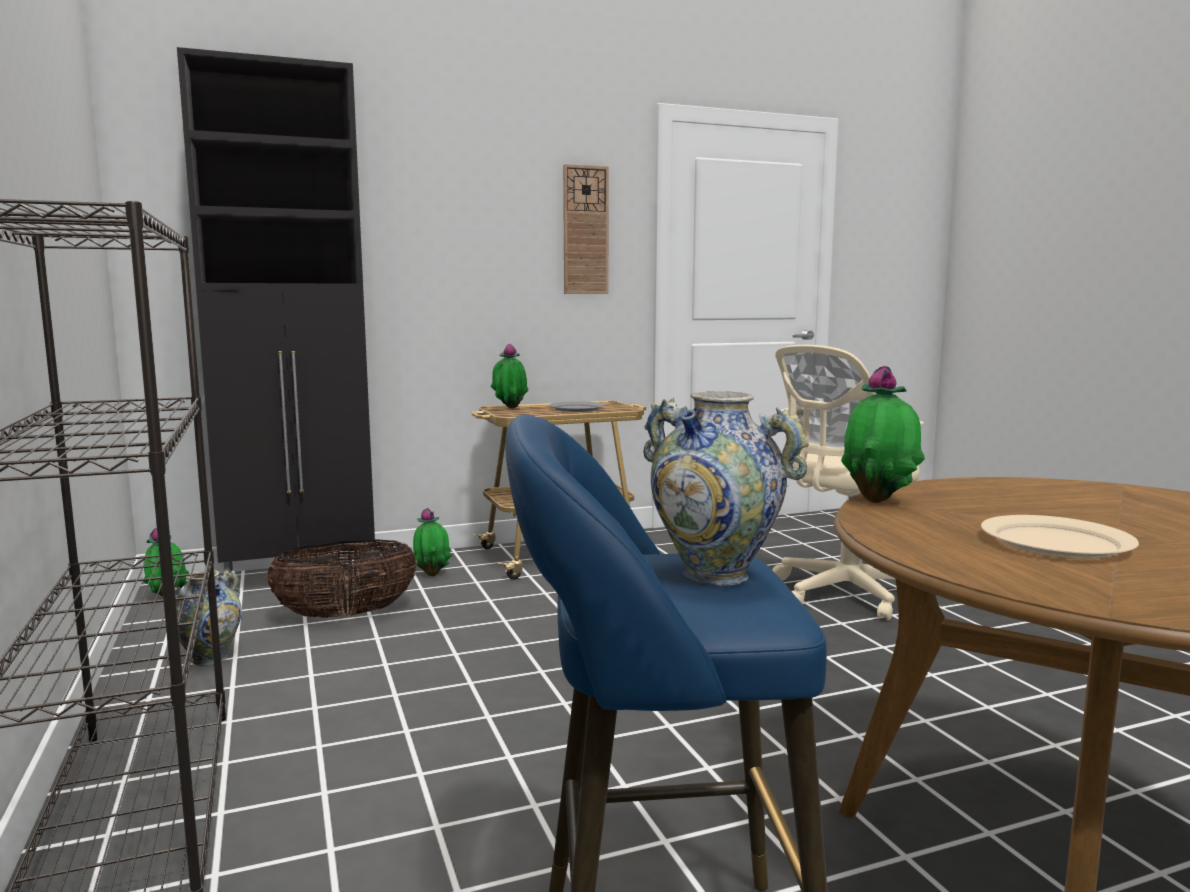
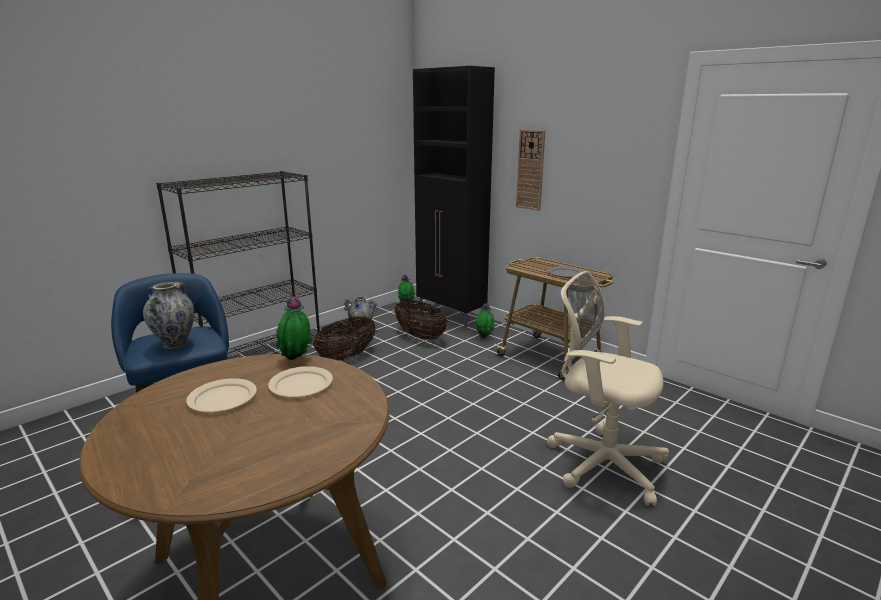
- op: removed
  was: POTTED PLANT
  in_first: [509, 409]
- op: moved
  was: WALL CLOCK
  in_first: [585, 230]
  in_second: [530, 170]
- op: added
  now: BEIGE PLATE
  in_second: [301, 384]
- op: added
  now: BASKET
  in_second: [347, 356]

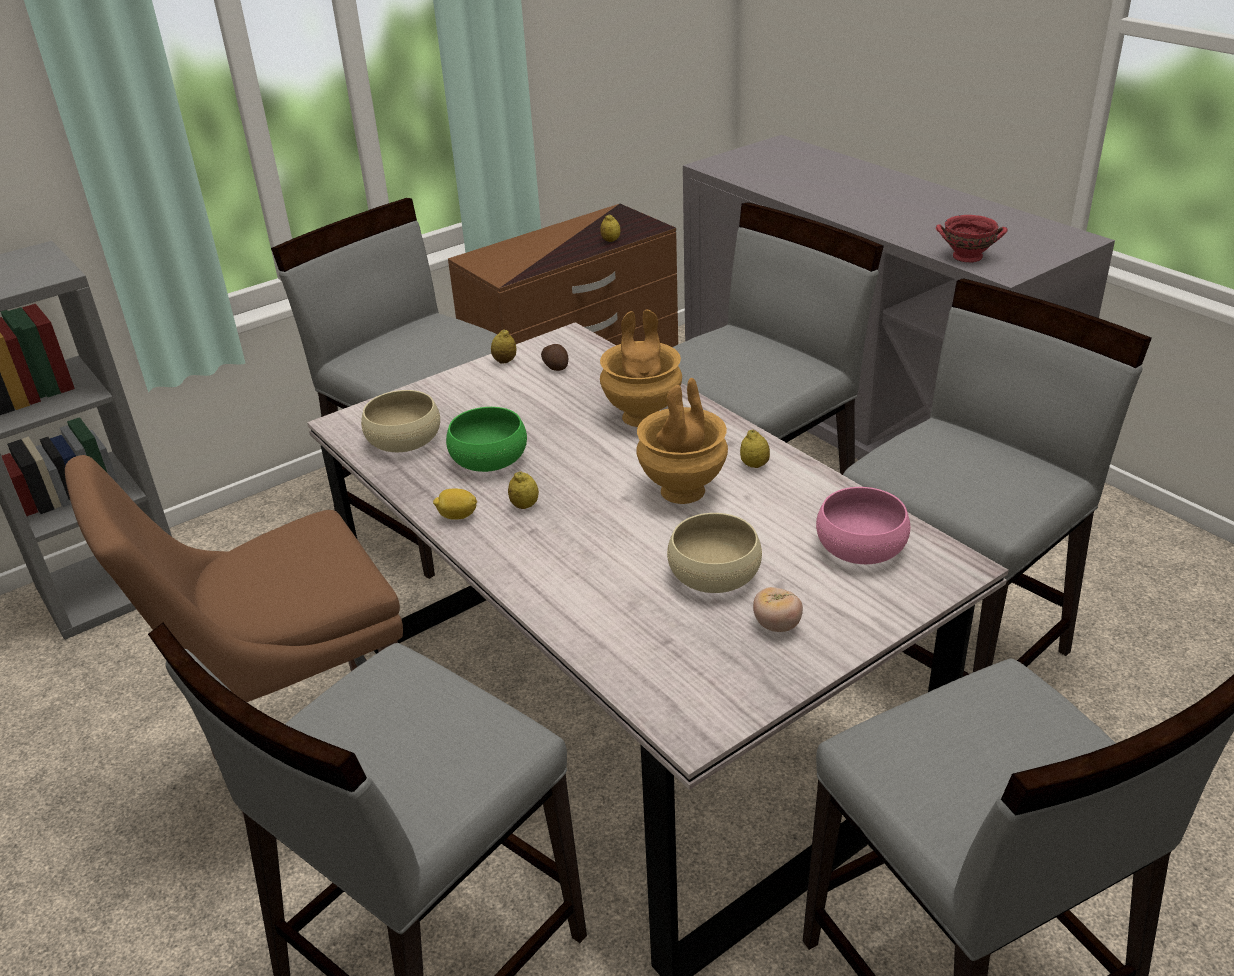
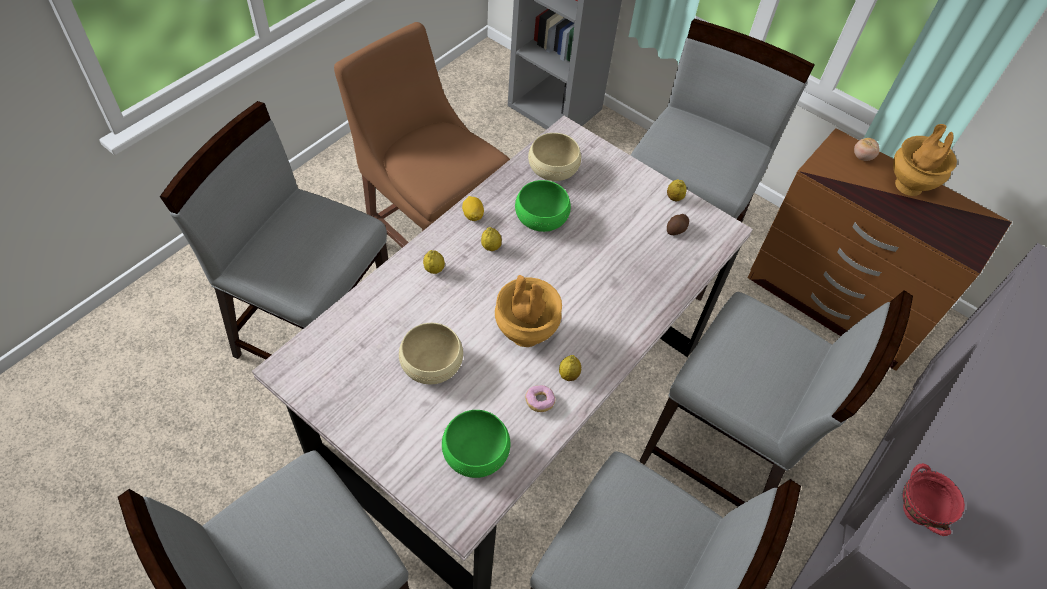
- op: moved
  was: LEMON
  in_first: [610, 241]
  in_second: [434, 269]
- op: moved
  was: BROWN VASE
  in_first: [643, 416]
  in_second: [909, 186]
- op: moved
  was: TOMATO
  in_first: [777, 625]
  in_second: [862, 157]
- op: recoloured
  was: PINK BOWL
  now: GREEN BOWL
  in_first: [861, 547]
  in_second: [475, 452]
- op: added
  now: DONUT
  in_second: [539, 401]

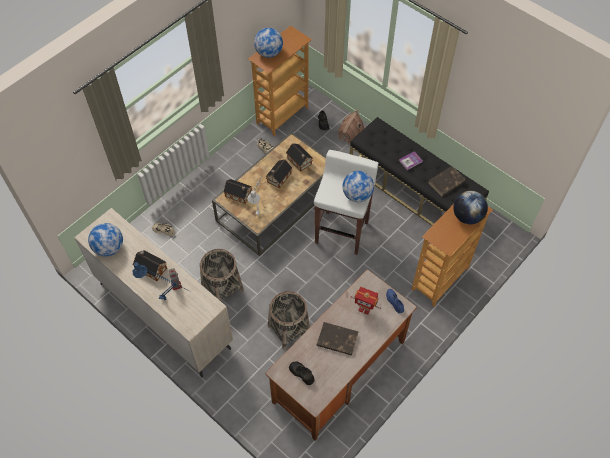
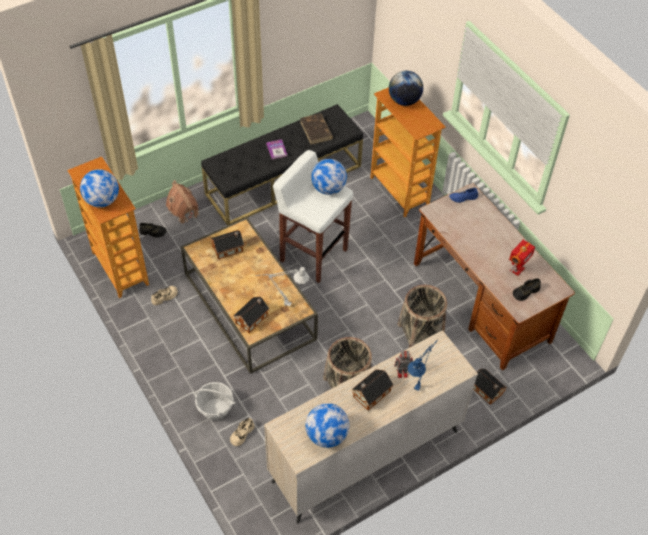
- op: moved
  was: TOY HOUSE
  in_first: [278, 178]
  in_second: [487, 391]
- op: removed
  was: BROWN BOOK
  in_first: [337, 340]
- op: moved
  was: TOY ROBOT
  in_first: [364, 309]
  in_second: [517, 270]
- op: added
  now: BASKET
  in_second: [215, 409]

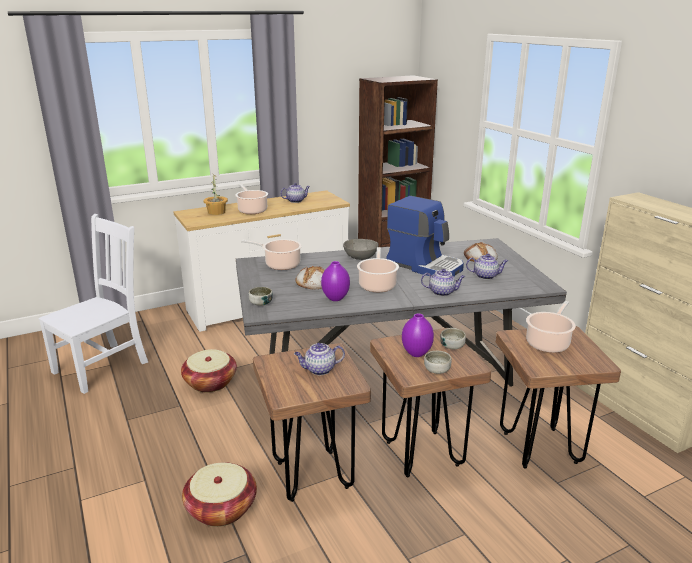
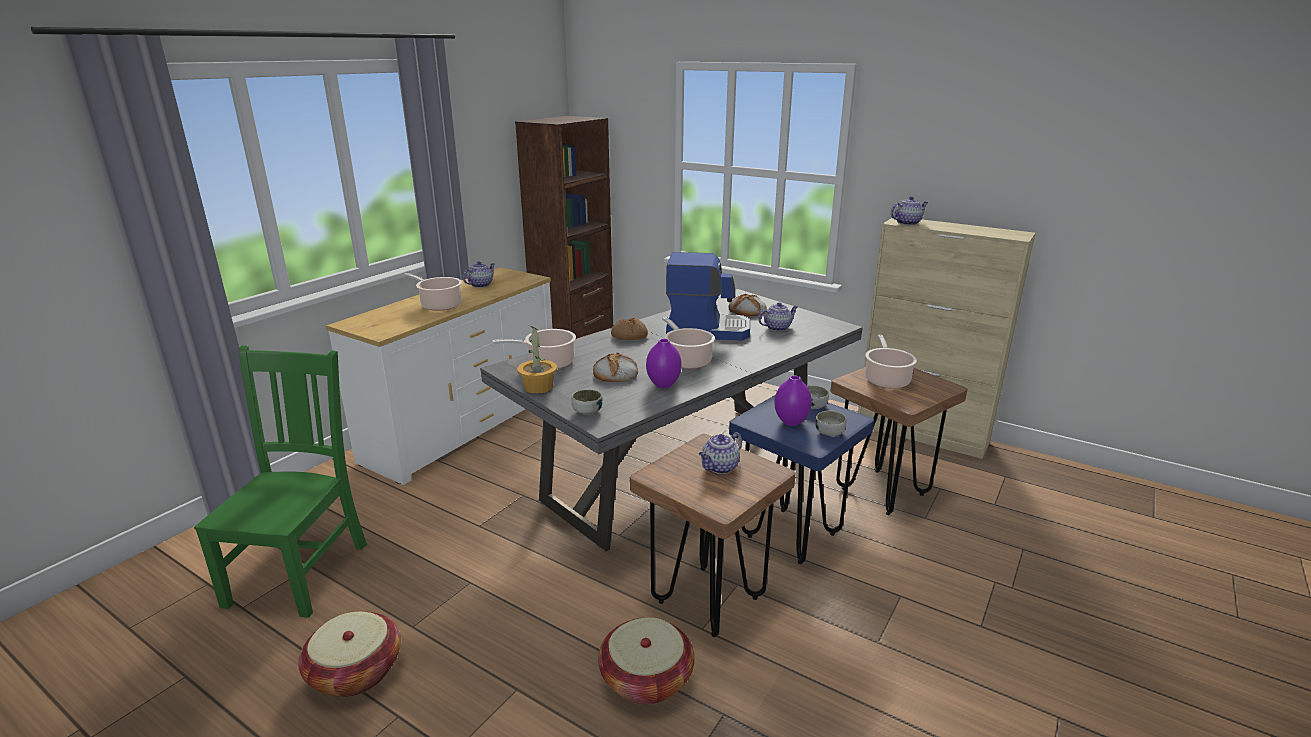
- op: recoloured
  was: WHITE CHAIR
  now: GREEN CHAIR
  in_first: [103, 366]
  in_second: [301, 571]
- op: moved
  was: BASKET
  in_first: [210, 382]
  in_second: [355, 672]
- op: moved
  was: POTTED PLANT
  in_first: [216, 212]
  in_second: [538, 387]
- op: replaced
  was: GREY BOWL
  now: BREAD
  in_first: [360, 258]
  in_second: [629, 336]
- op: recoloured
  was: BROWN STOOL
  now: BLUE STOOL
  in_first: [421, 454]
  in_second: [791, 535]
- op: moved
  was: TEAPOT
  in_first: [442, 292]
  in_second: [907, 223]

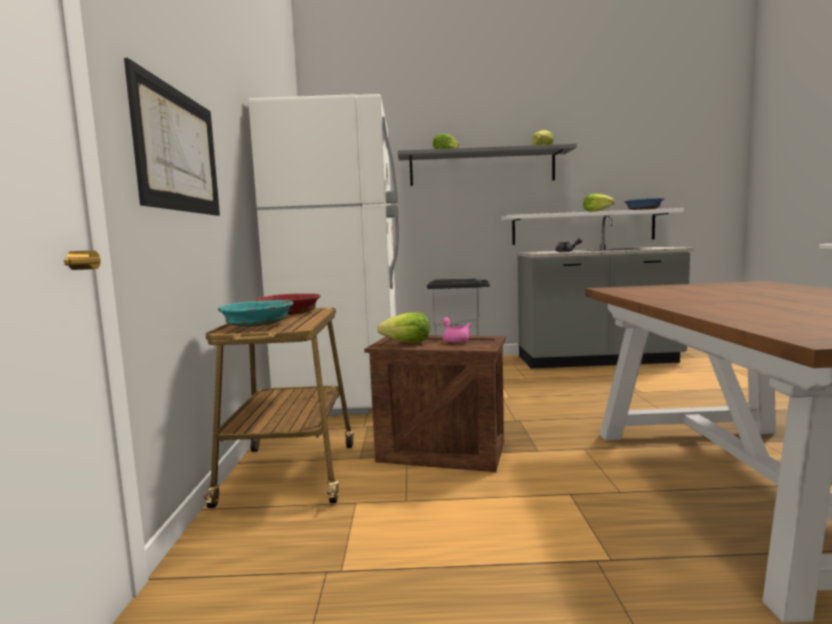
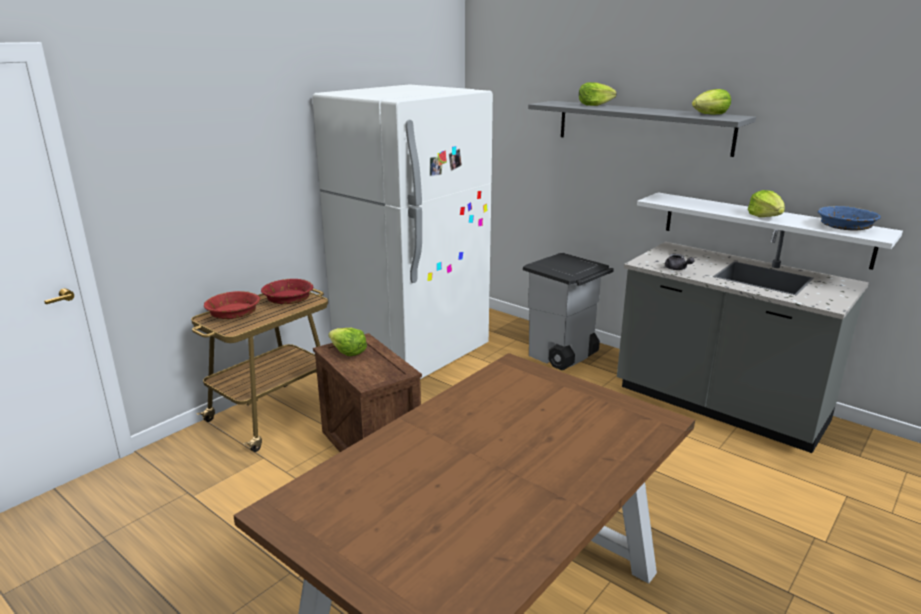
- op: removed
  was: PICTURE
  in_first: [179, 151]
- op: recoloured
  was: TURQUOISE BOWL
  now: RED BOWL
  in_first: [257, 324]
  in_second: [234, 314]
- op: removed
  was: PINK TEAPOT
  in_first: [454, 340]

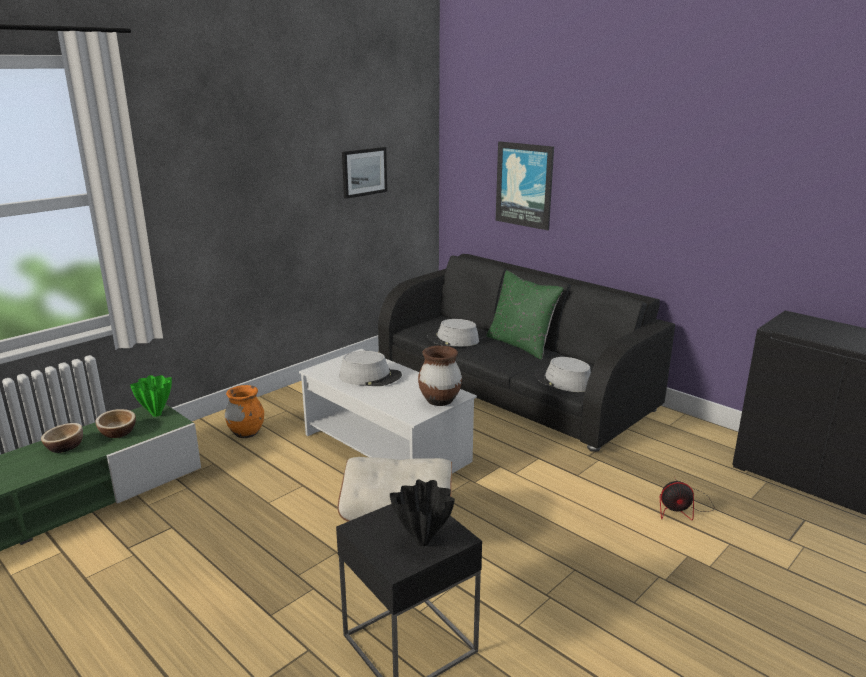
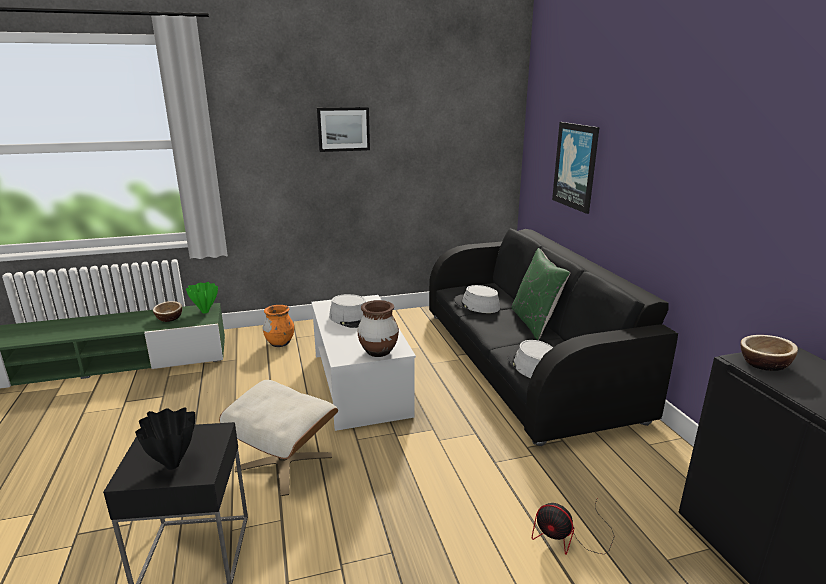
- op: moved
  was: BOWL
  in_first: [65, 447]
  in_second: [764, 364]
- op: moved
  was: PICTURE
  in_first: [364, 172]
  in_second: [343, 129]

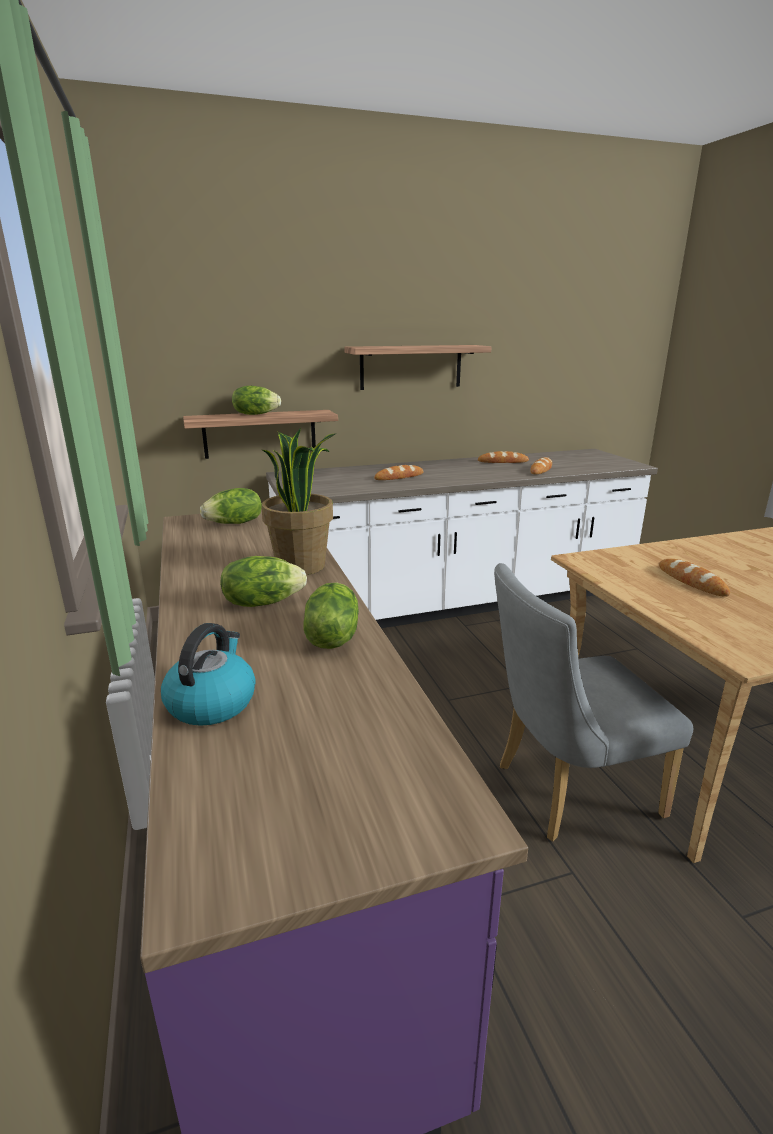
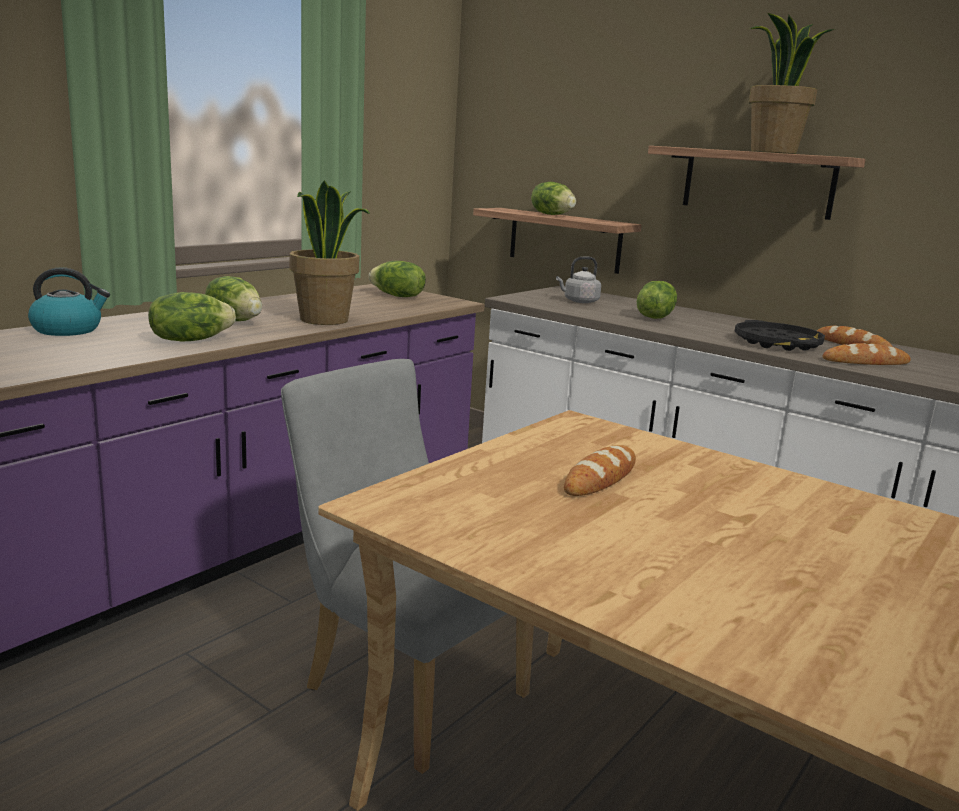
- op: replaced
  was: BREAD
  now: LETTUCE
  in_first: [399, 477]
  in_second: [654, 317]
- op: added
  now: GREY KETTLE
  in_second: [579, 301]
- op: added
  now: BLACK TRAY
  in_second: [777, 343]
- op: added
  now: POTTED PLANT
  in_second: [773, 152]

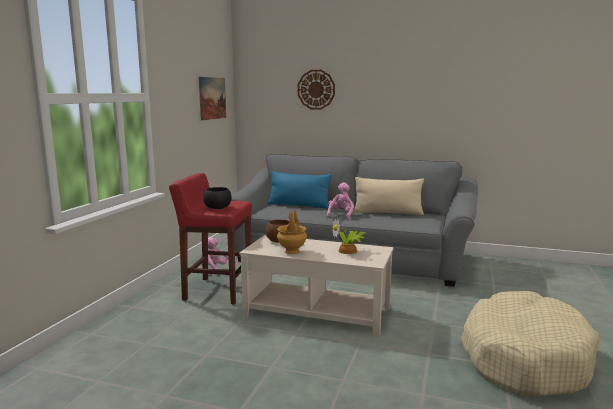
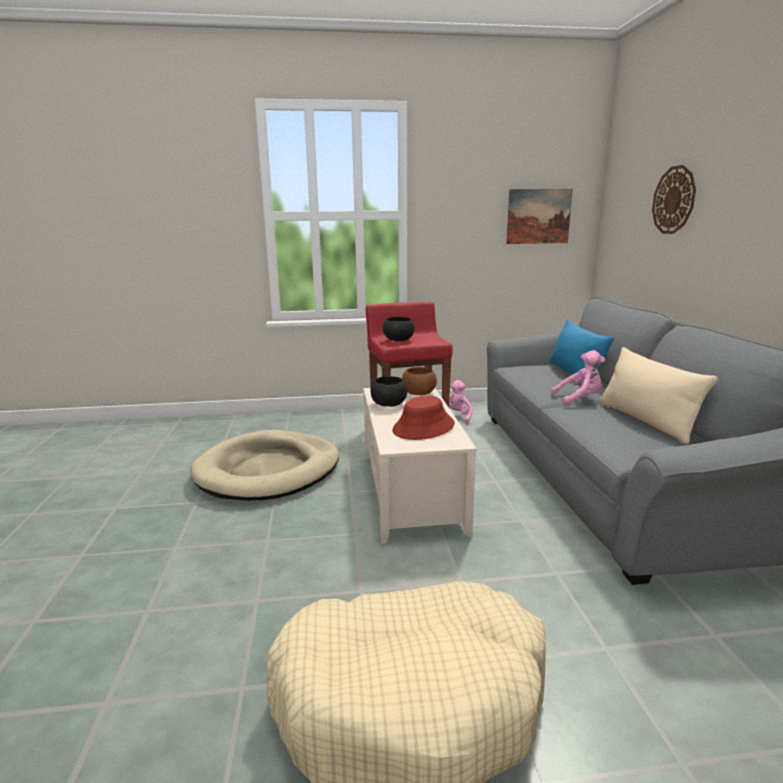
- op: replaced
  was: BROWN VASE
  now: BLACK BOWL
  in_first: [292, 252]
  in_second: [388, 404]
- op: replaced
  was: POTTED PLANT
  now: RED HAT
  in_first: [349, 251]
  in_second: [423, 427]
- op: added
  now: BEIGE DOG BED
  in_second: [268, 470]

